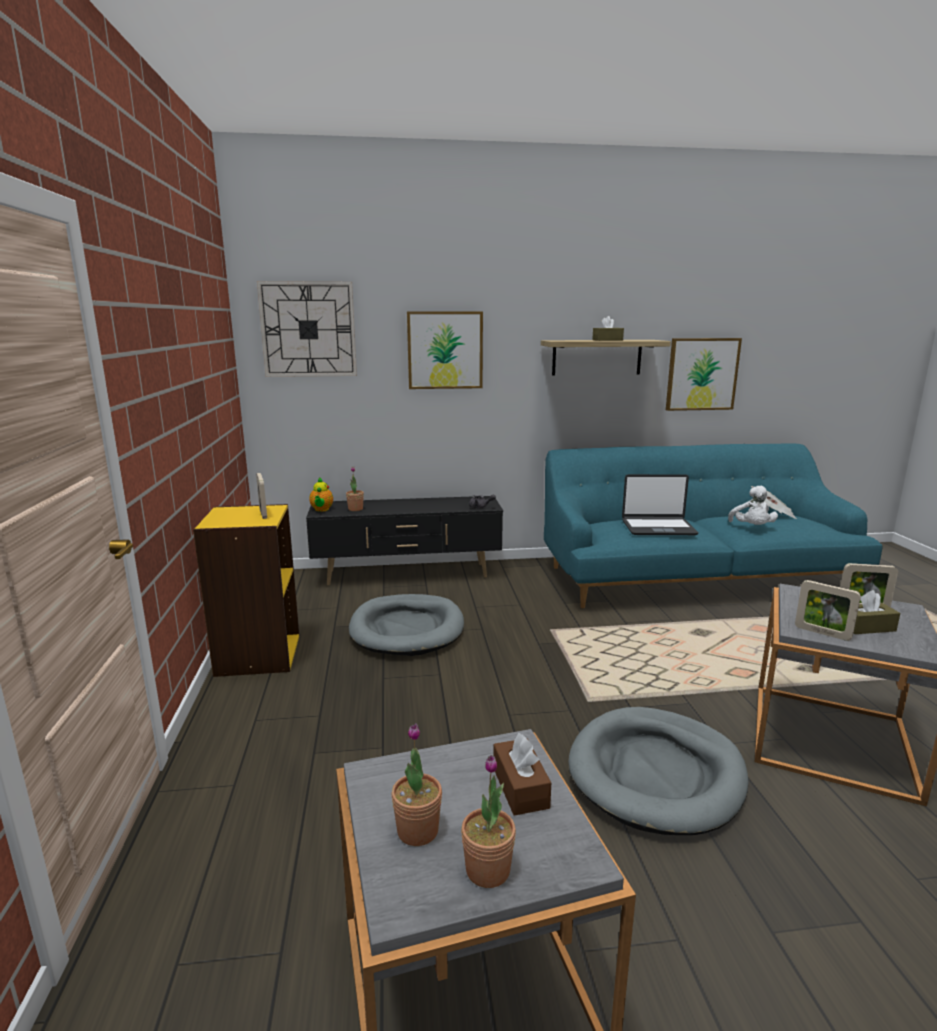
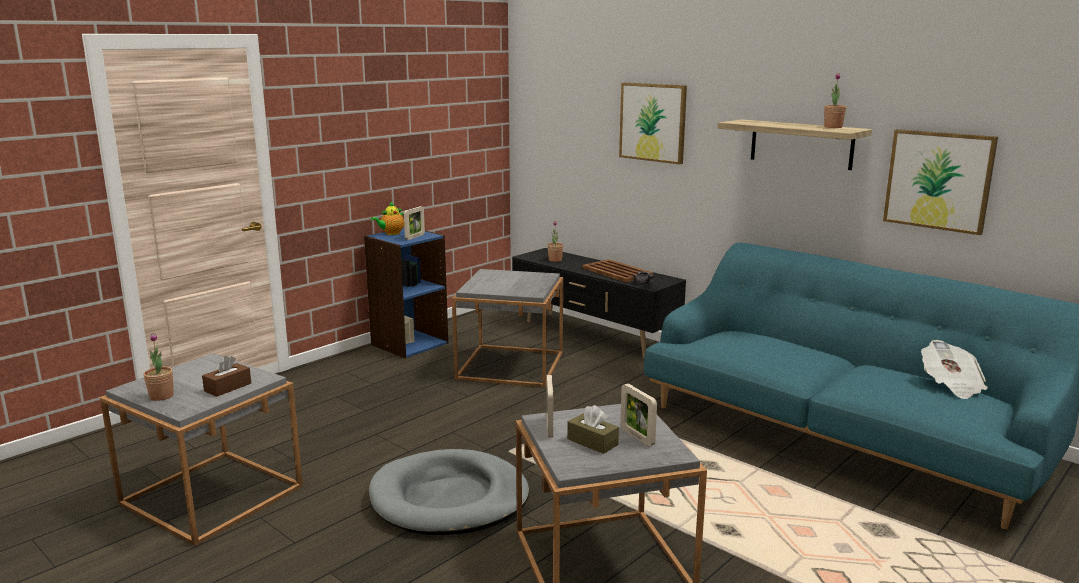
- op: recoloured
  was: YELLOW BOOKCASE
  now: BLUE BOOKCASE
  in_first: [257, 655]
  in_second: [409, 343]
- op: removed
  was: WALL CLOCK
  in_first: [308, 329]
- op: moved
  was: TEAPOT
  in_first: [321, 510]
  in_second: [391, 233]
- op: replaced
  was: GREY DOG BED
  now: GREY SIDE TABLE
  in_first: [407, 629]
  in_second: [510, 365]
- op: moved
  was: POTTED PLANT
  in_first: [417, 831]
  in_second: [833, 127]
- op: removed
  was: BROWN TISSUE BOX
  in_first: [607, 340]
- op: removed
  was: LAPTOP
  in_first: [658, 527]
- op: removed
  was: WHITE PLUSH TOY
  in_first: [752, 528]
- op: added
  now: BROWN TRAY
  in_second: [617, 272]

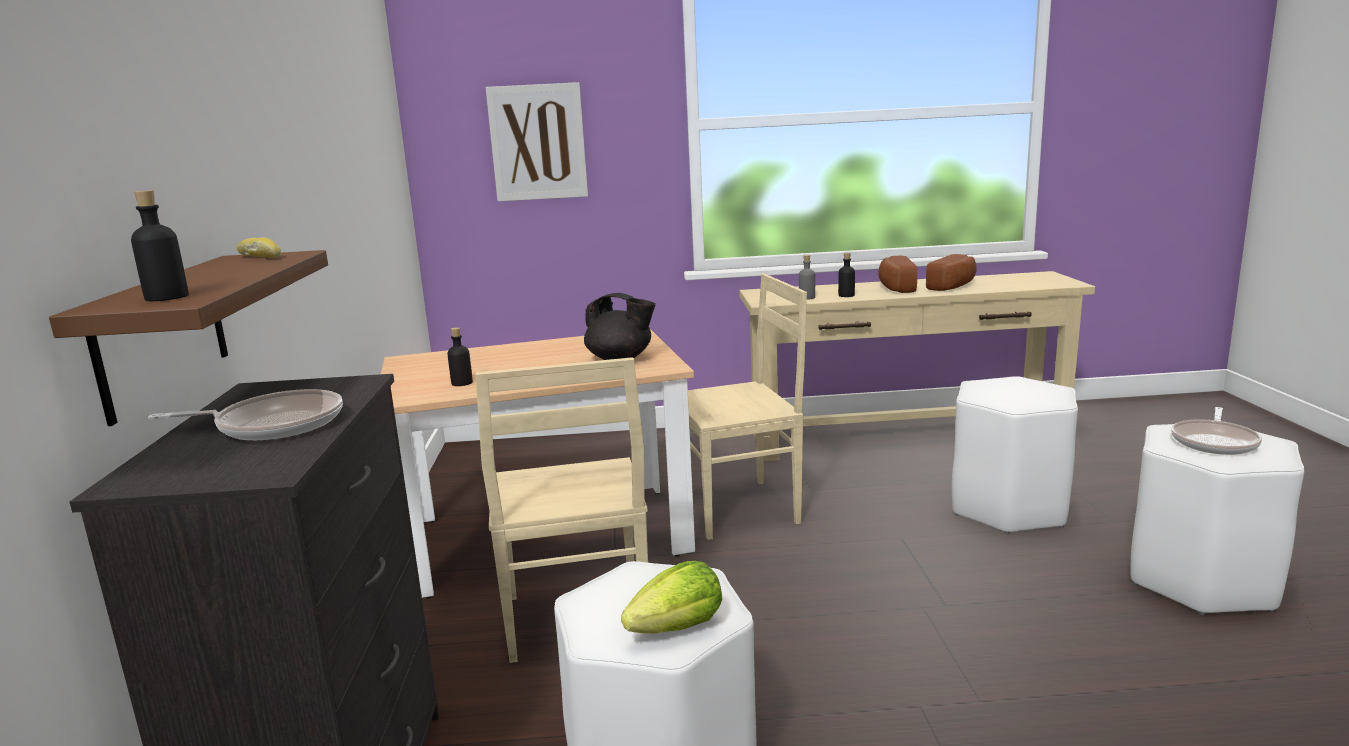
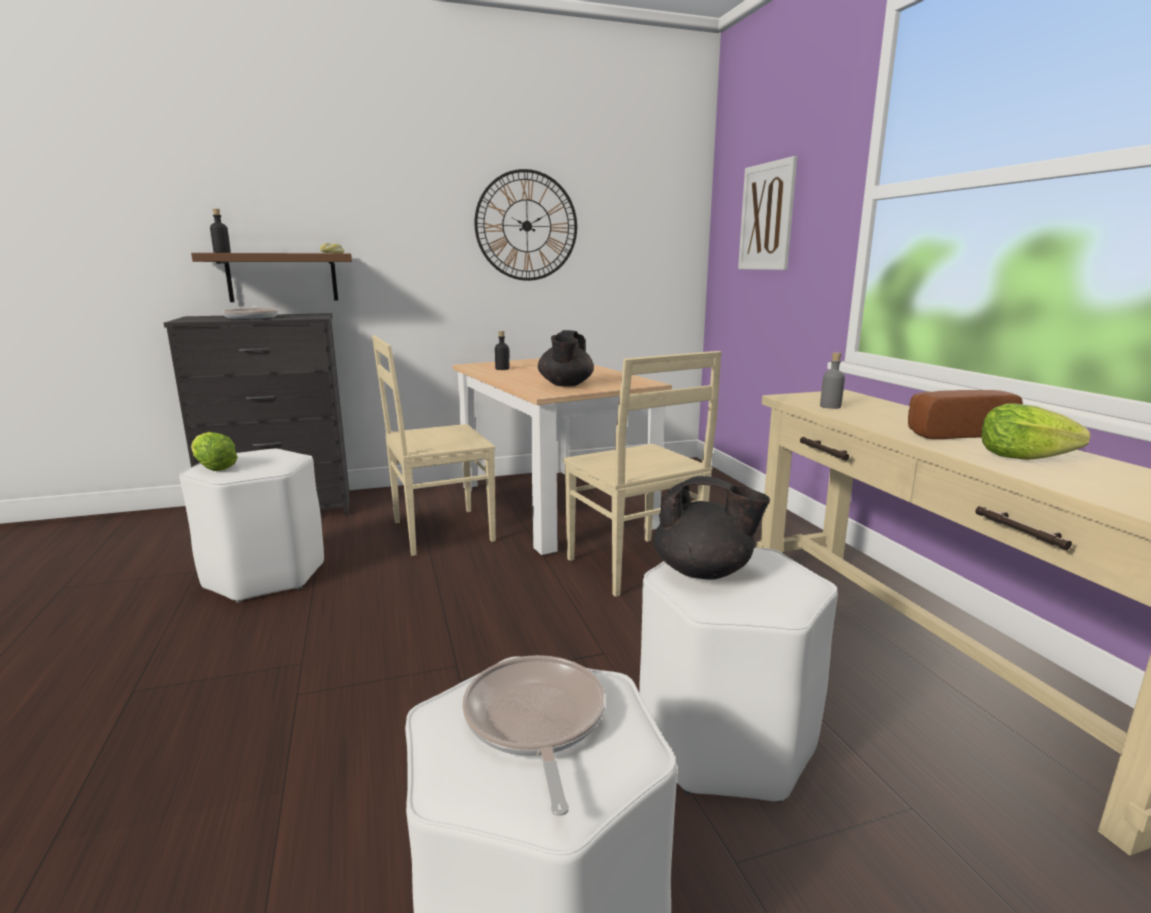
- op: removed
  was: BLACK BOTTLE
  in_first: [846, 295]
- op: replaced
  was: BREAD
  now: LETTUCE
  in_first: [954, 286]
  in_second: [1022, 457]
- op: turned
  was: FRYING PAN
  in_first: [1215, 442]
  in_second: [535, 722]
  clockwise: 60
- op: added
  now: WALL CLOCK
  in_second: [526, 226]
- op: added
  now: BLACK TEAPOT
  in_second: [704, 572]

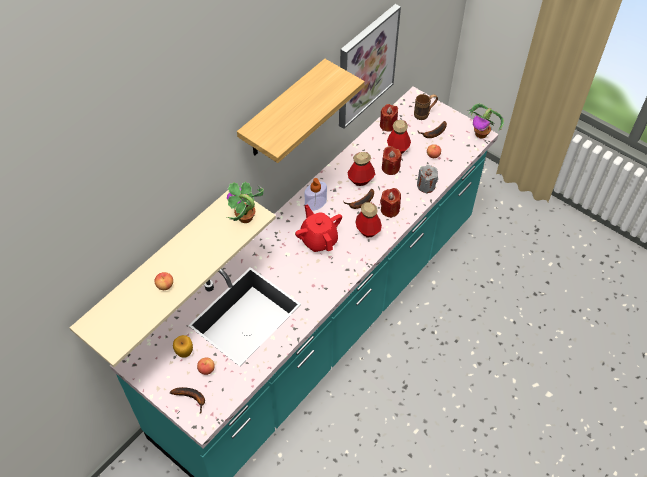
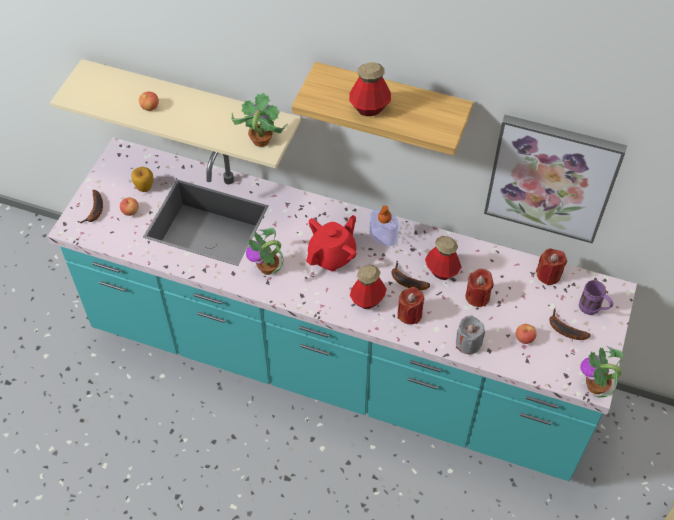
- op: moved
  was: BOTTLE
  in_first: [398, 148]
  in_second: [369, 108]
- op: recoloured
  was: BROWN MUG
  now: PURPLE MUG
  in_first: [424, 114]
  in_second: [592, 310]
- op: added
  now: POTTED PLANT
  in_second: [268, 268]

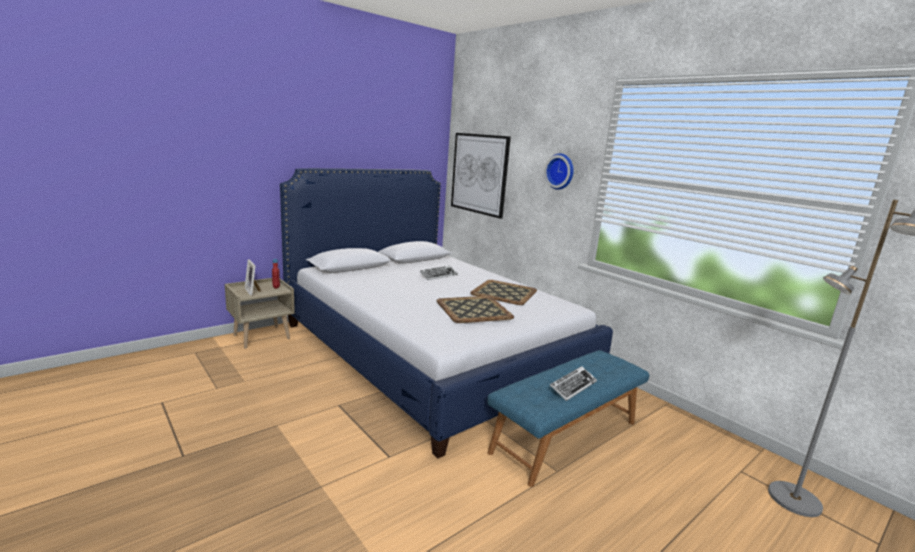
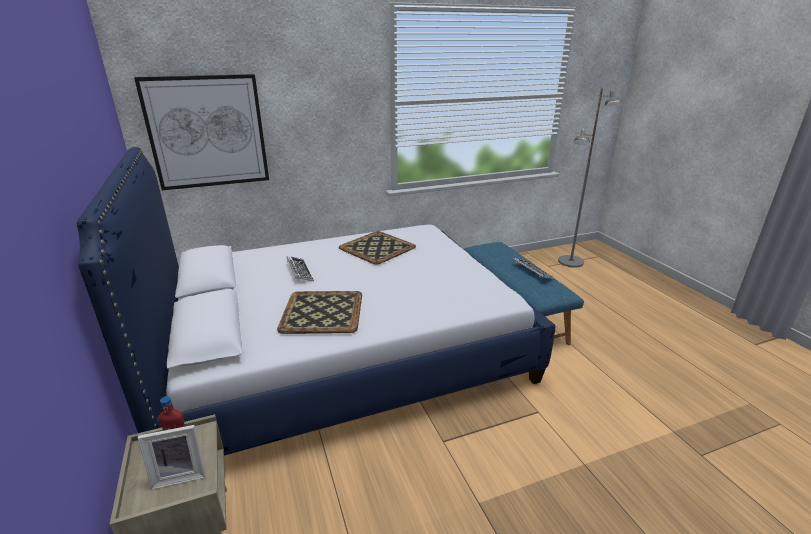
- op: moved
  was: TRAY
  in_first: [474, 309]
  in_second: [321, 312]
- op: removed
  was: WALL CLOCK
  in_first: [560, 171]

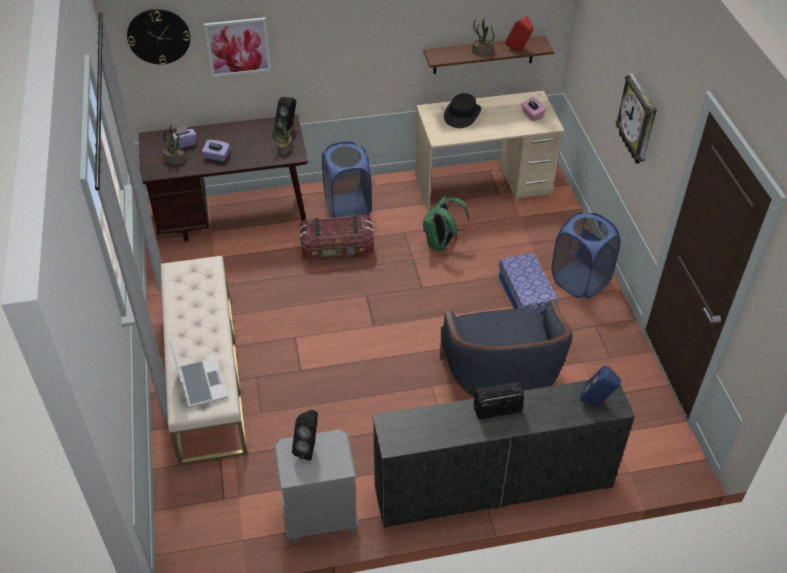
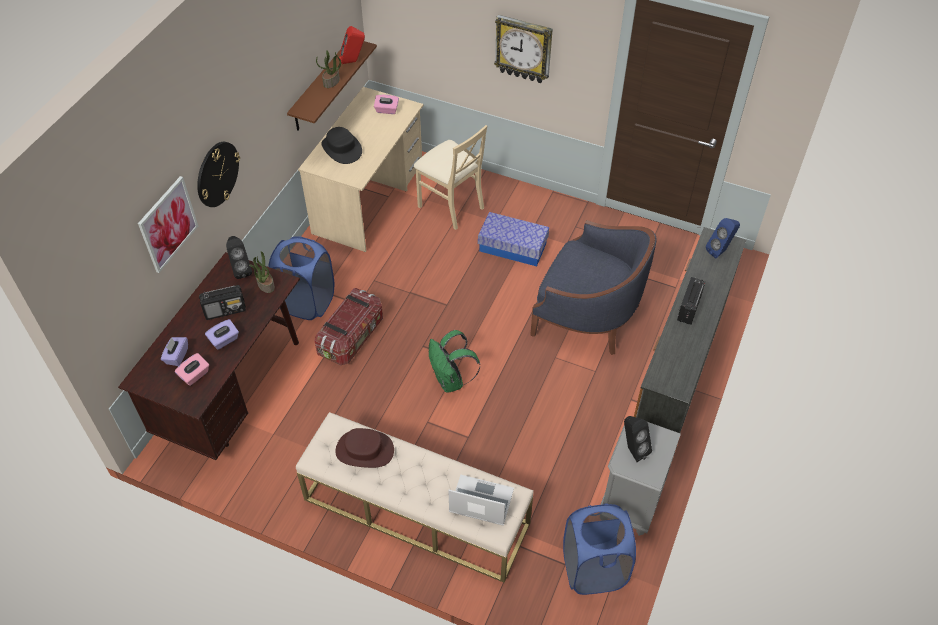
- op: moved
  was: WALL CLOCK
  in_first: [158, 36]
  in_second: [217, 174]
- op: replaced
  was: POTTED PLANT
  now: PINK TISSUE BOX
  in_first: [175, 160]
  in_second: [195, 375]
- op: moved
  was: GREEN BACKPACK
  in_first: [441, 244]
  in_second: [451, 381]
- op: moved
  was: BLUE LAUNDRY BASKET
  in_first: [579, 281]
  in_second: [593, 569]
- op: added
  now: RADIO
  in_second: [225, 310]
- op: added
  now: BROWN HAT
  in_second: [364, 450]
- op: added
  now: BEIGE CHAIR
  in_second: [451, 206]

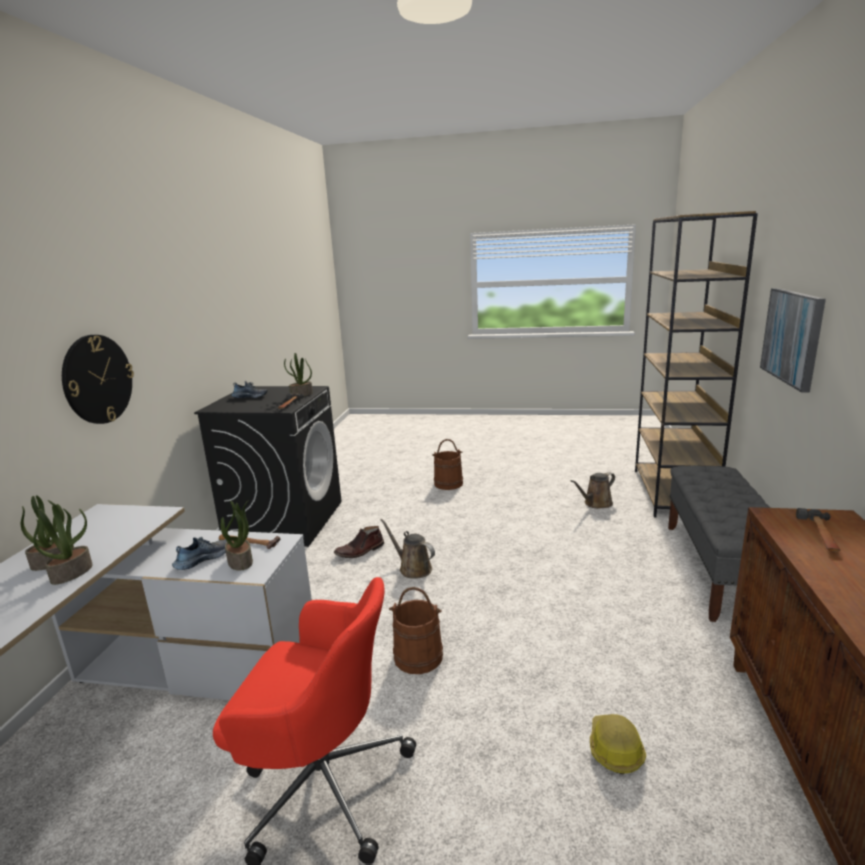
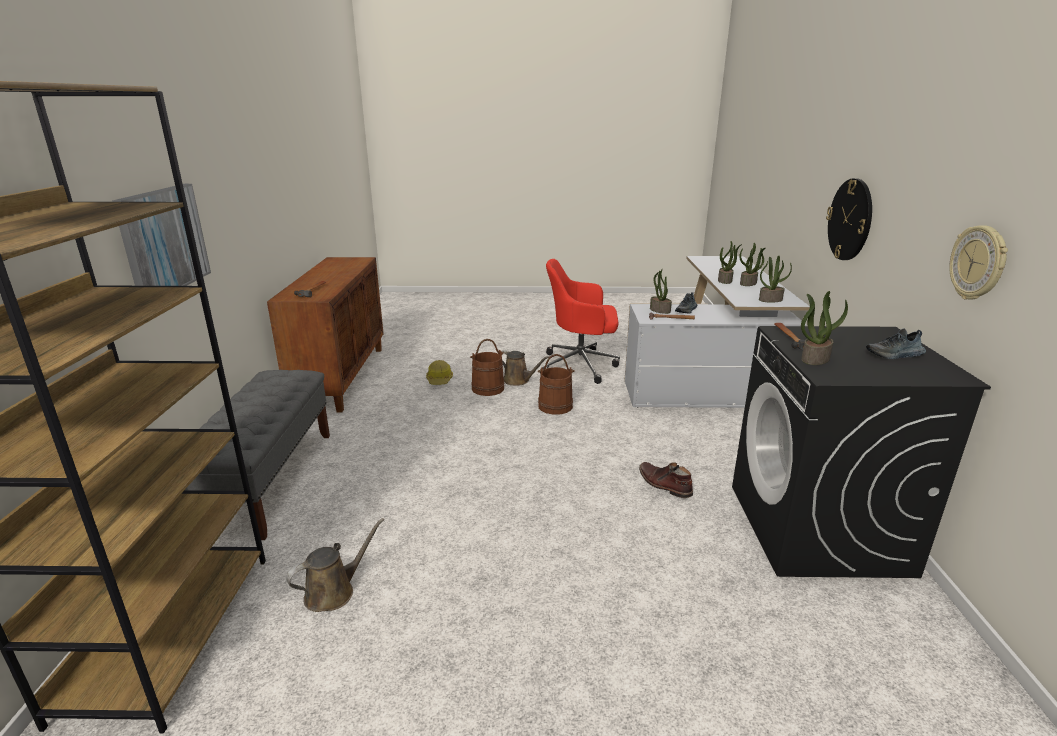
- op: turned
  was: BROWN BOOT
  in_first: [360, 551]
  in_second: [664, 484]
  clockwise: -90
- op: moved
  was: BROWN WATERING CAN
  in_first: [413, 568]
  in_second: [518, 380]
- op: moved
  was: BROWN BUCKET
  in_first: [448, 484]
  in_second: [488, 388]
- op: added
  now: POTTED PLANT
  in_second: [770, 300]
- op: added
  now: WALL CLOCK
  in_second: [978, 263]

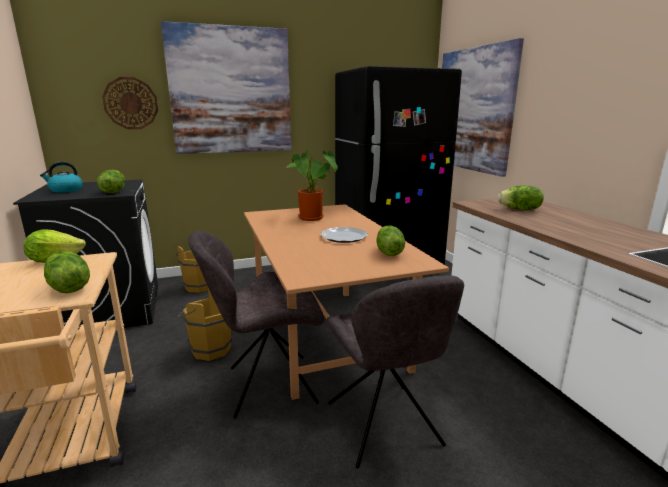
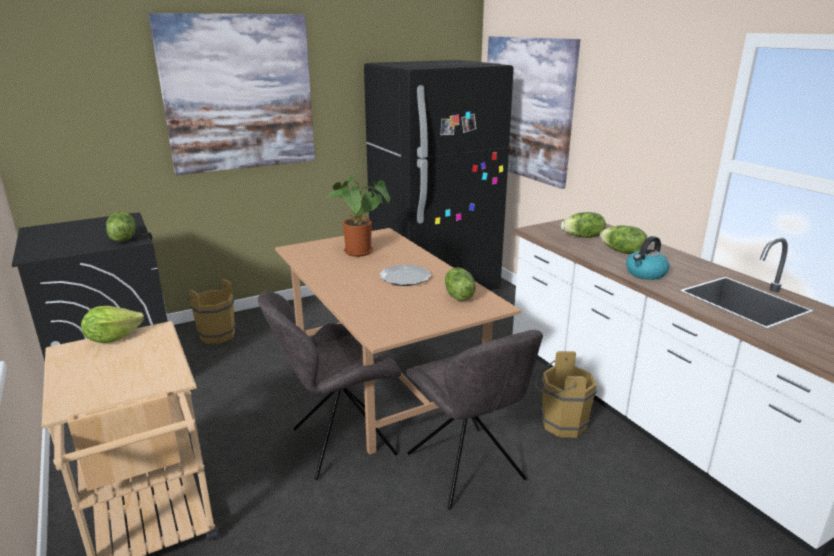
- op: moved
  was: KETTLE
  in_first: [65, 190]
  in_second: [645, 273]
- op: moved
  was: LETTUCE
  in_first: [68, 288]
  in_second: [622, 252]
- op: removed
  was: WALL CLOCK
  in_first: [131, 103]
- op: moved
  was: BROWN BUCKET
  in_first: [208, 349]
  in_second: [559, 424]

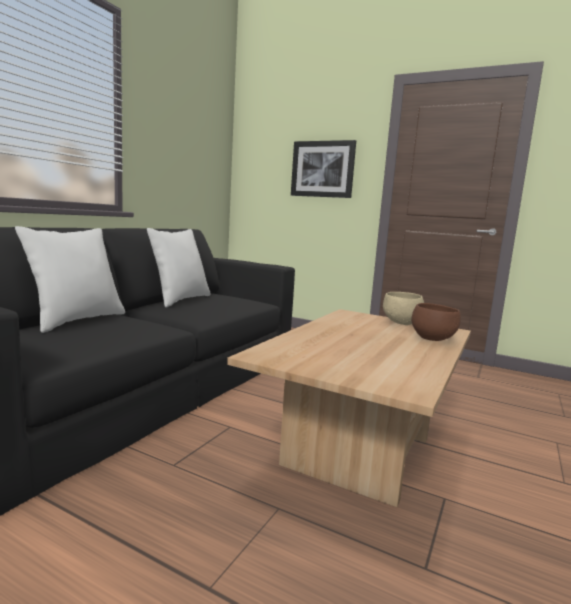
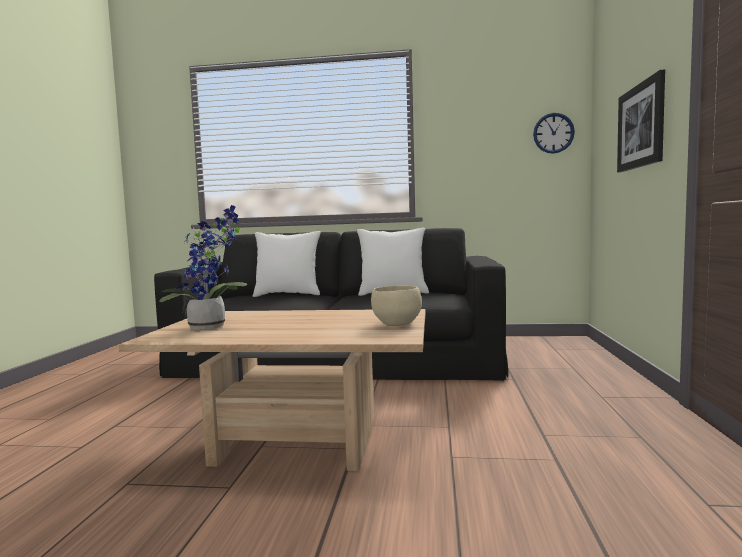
- op: removed
  was: BROWN BOWL
  in_first: [433, 339]
- op: added
  now: POTTED PLANT
  in_second: [212, 327]
- op: added
  now: WALL CLOCK
  in_second: [553, 133]

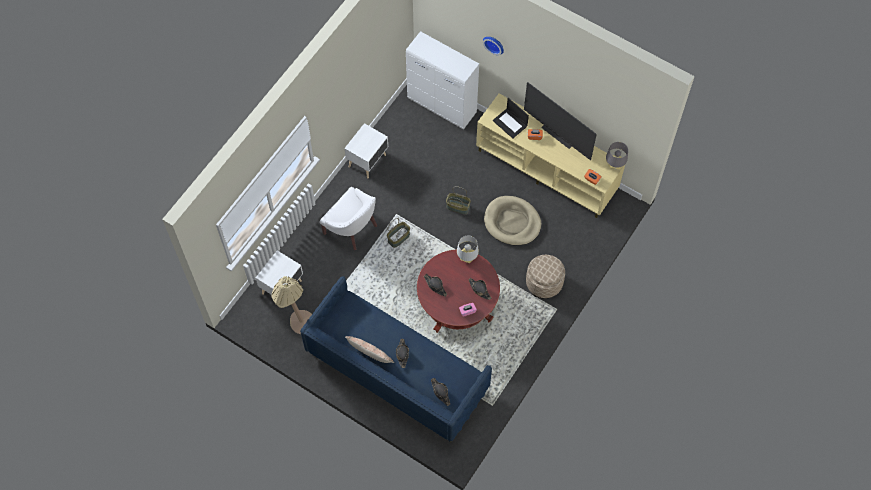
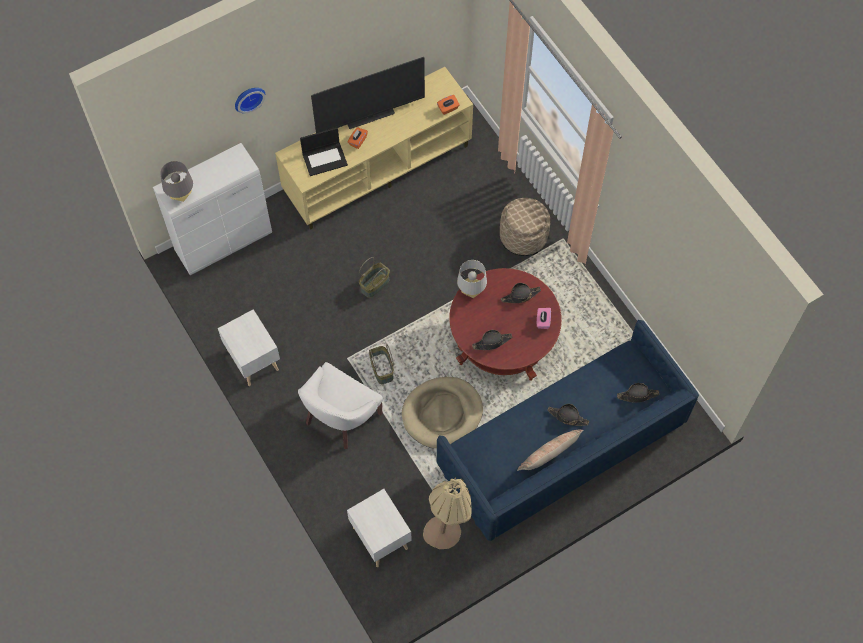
- op: turned
  was: WHITE ARMCHAIR
  in_first: [352, 228]
  in_second: [340, 417]
  clockwise: 150
- op: moved
  was: BEIGE DOG BED
  in_first: [512, 222]
  in_second: [442, 414]
- op: moved
  was: GREY TABLE LAMP
  in_first: [614, 165]
  in_second: [181, 196]

